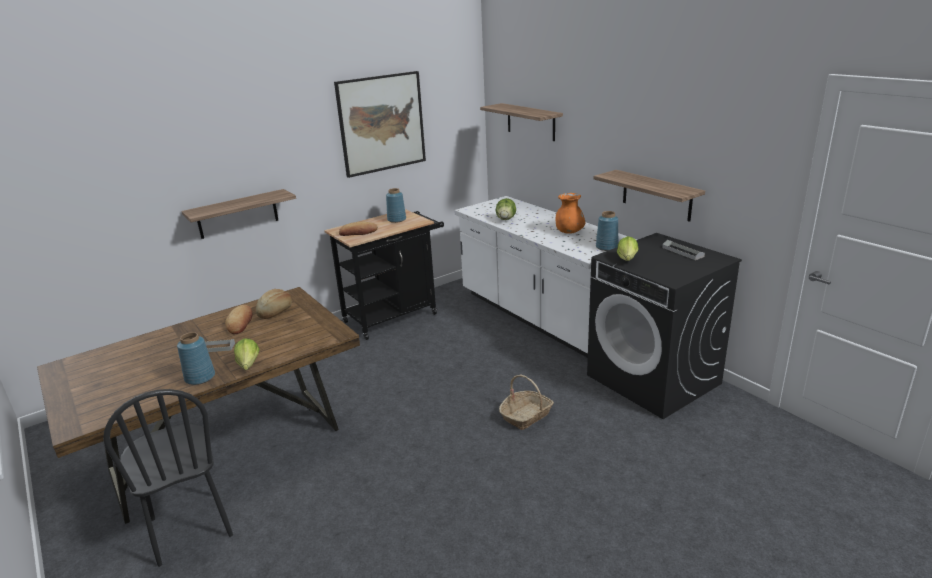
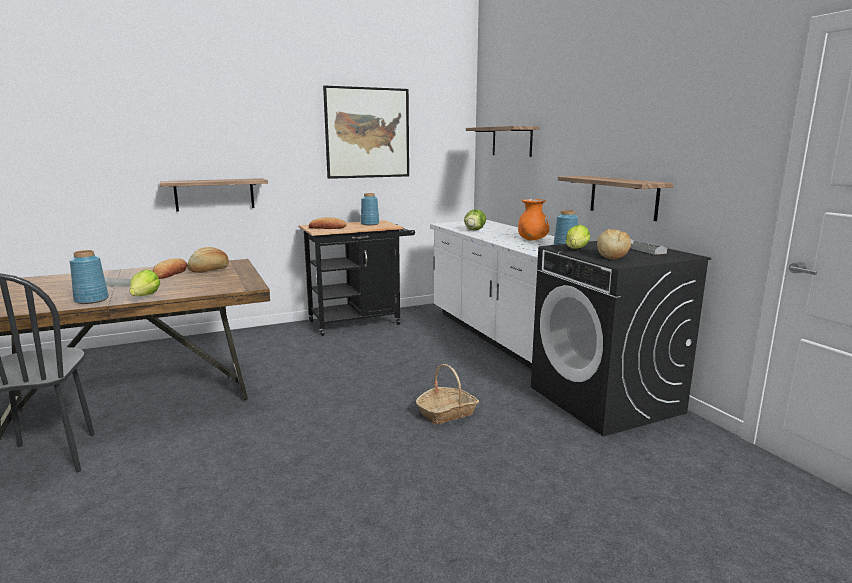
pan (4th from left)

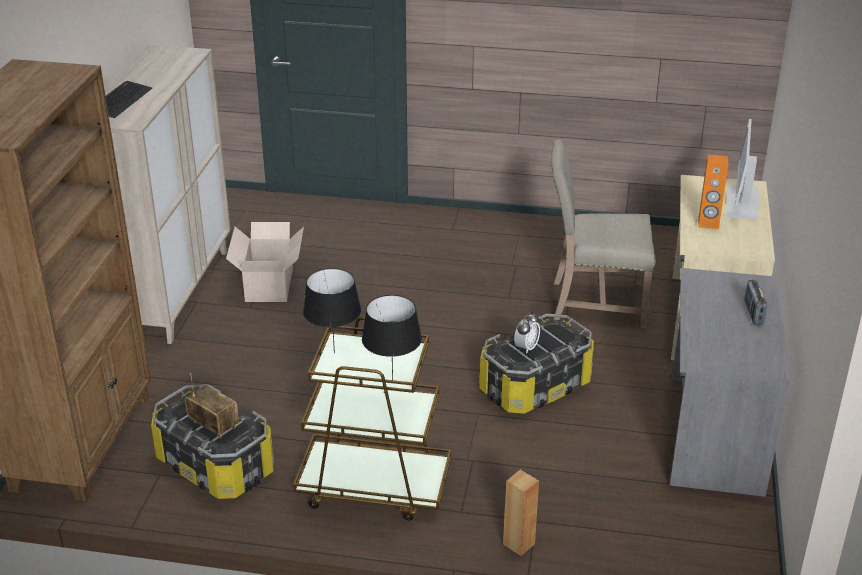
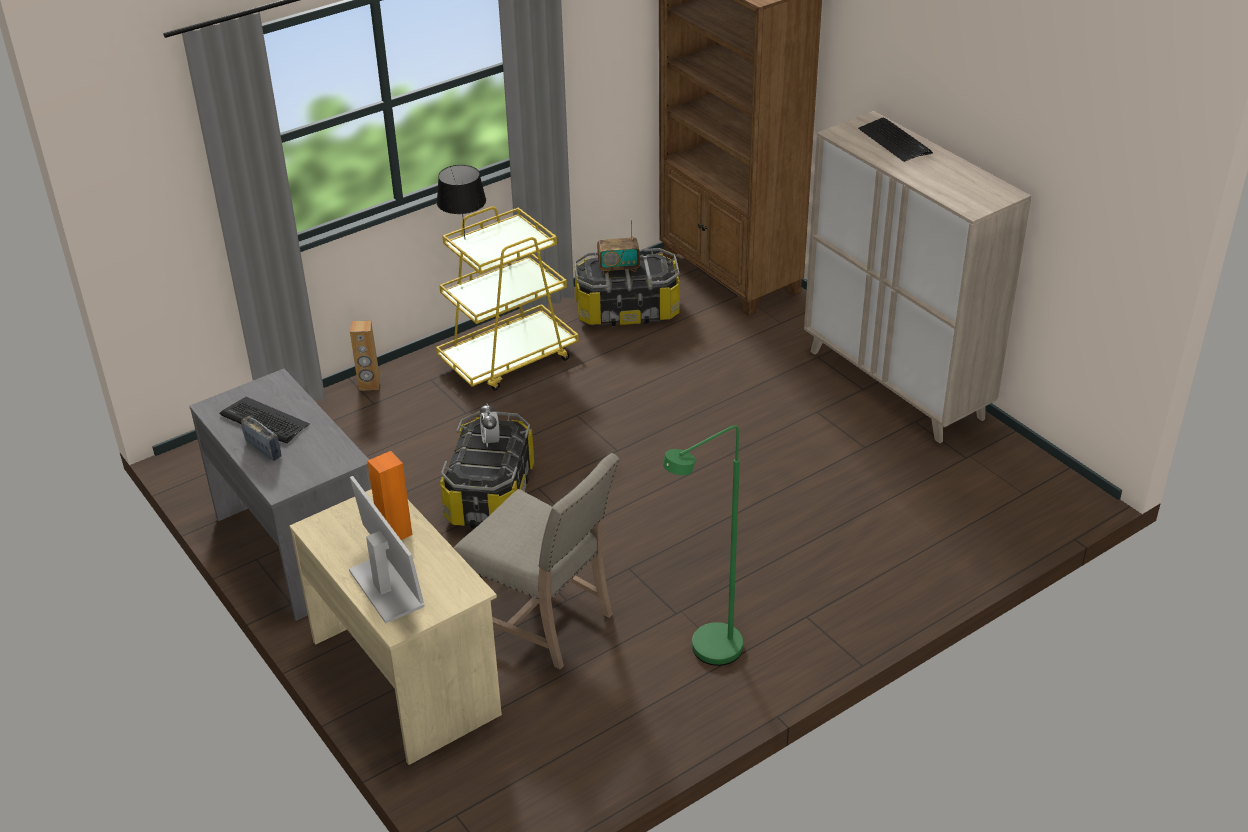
teclado (1st from left); carrito/amarillo; silla/beis; lámpara de pie/verde; caja de cartón; lámpara de mesa/negro (1st from left in the first image)

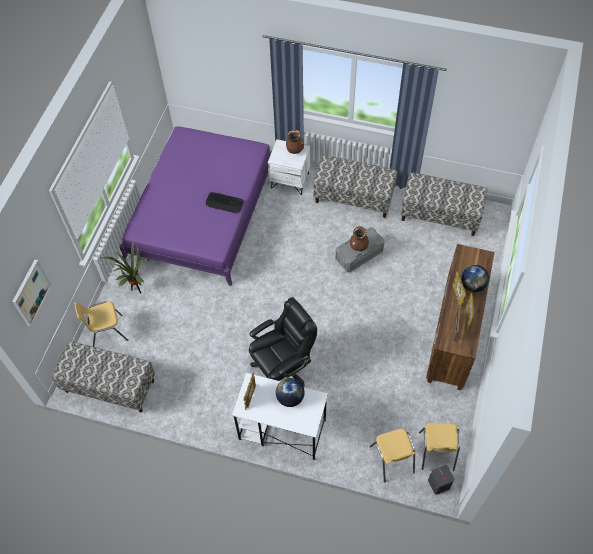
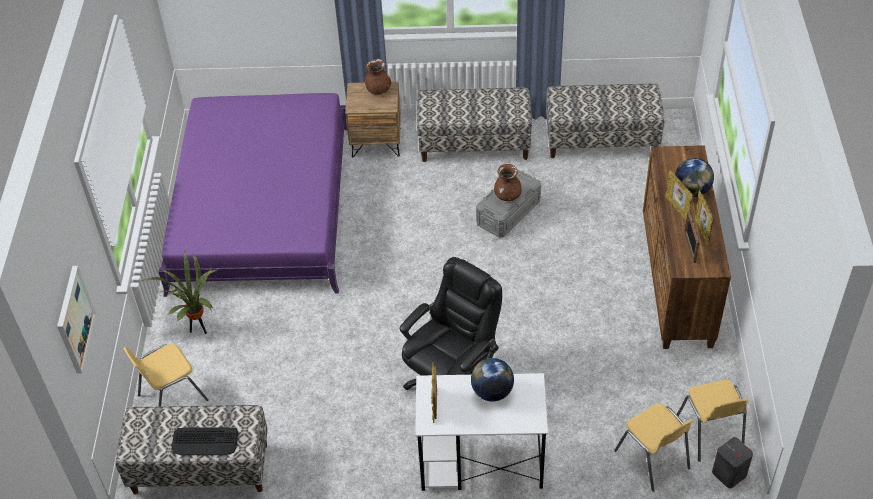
teclado; mesita de noche/marrón

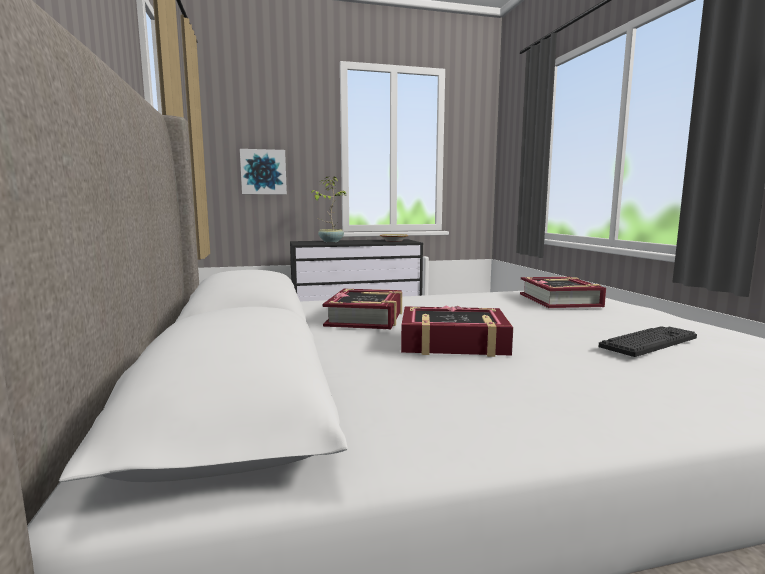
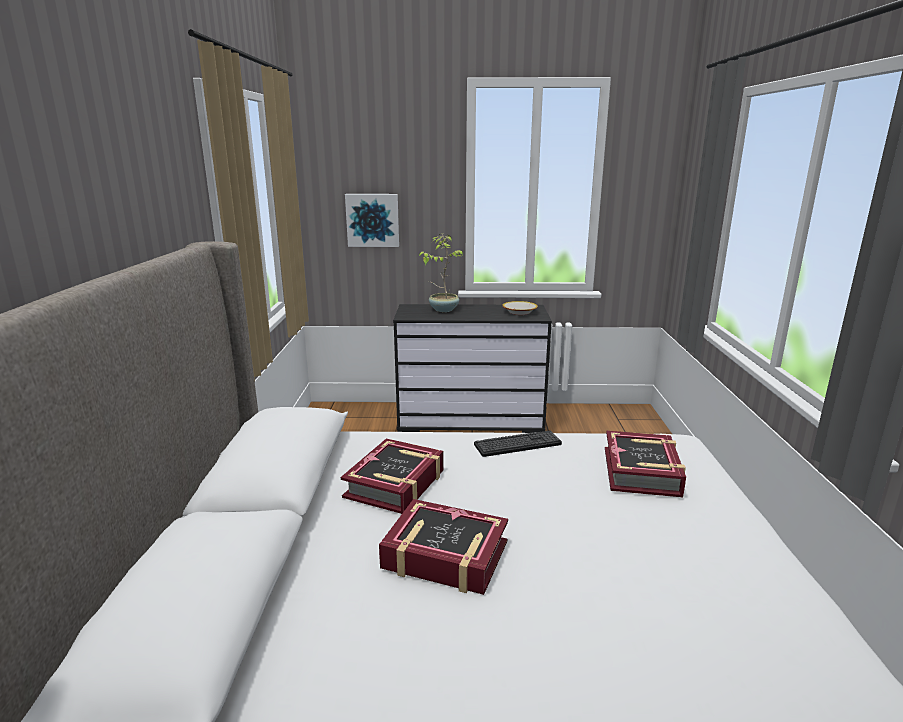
teclado

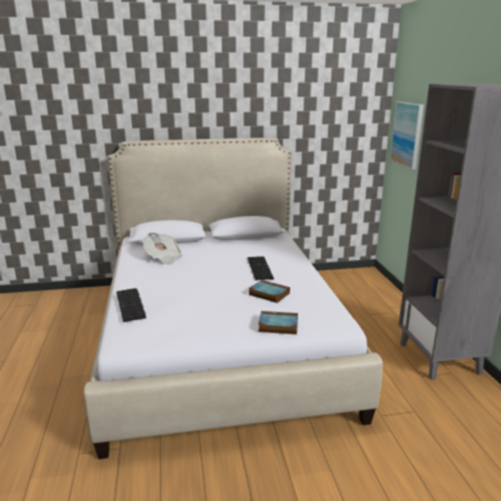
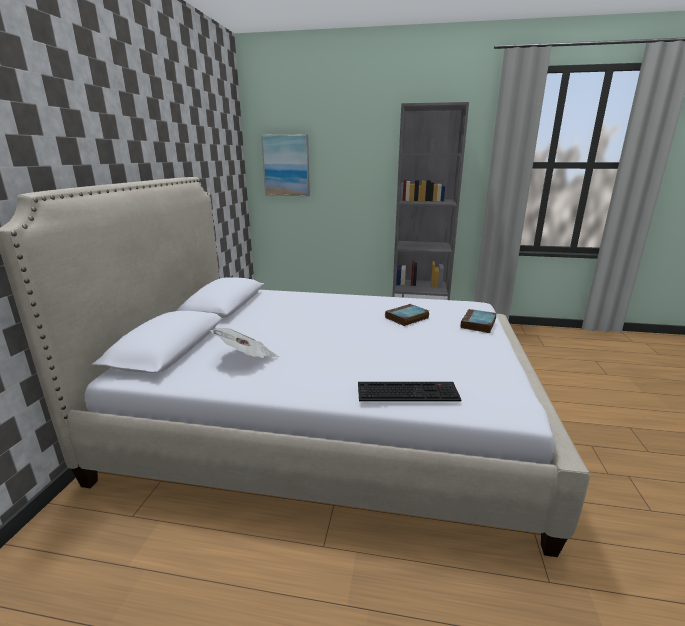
teclado (2nd from left in the first image)

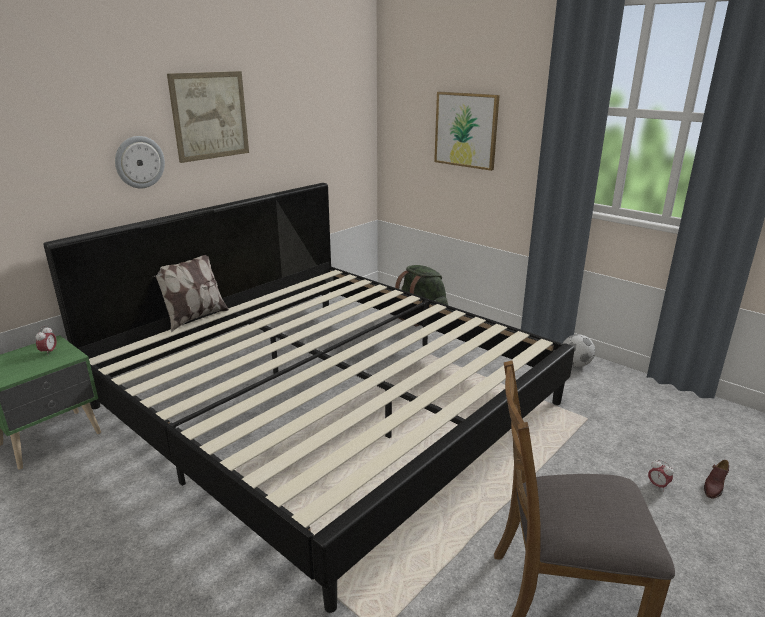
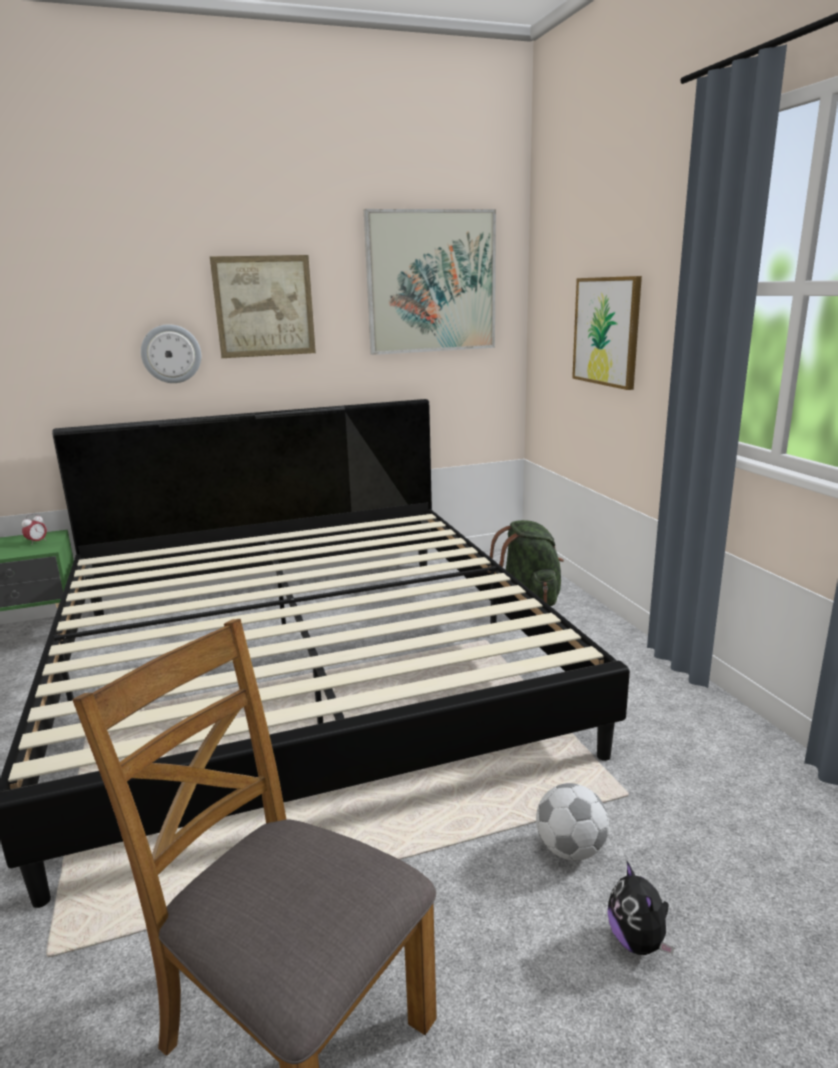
cuadro (2nd from left); balón de fútbol; peluche; cojín; zapato/marrón

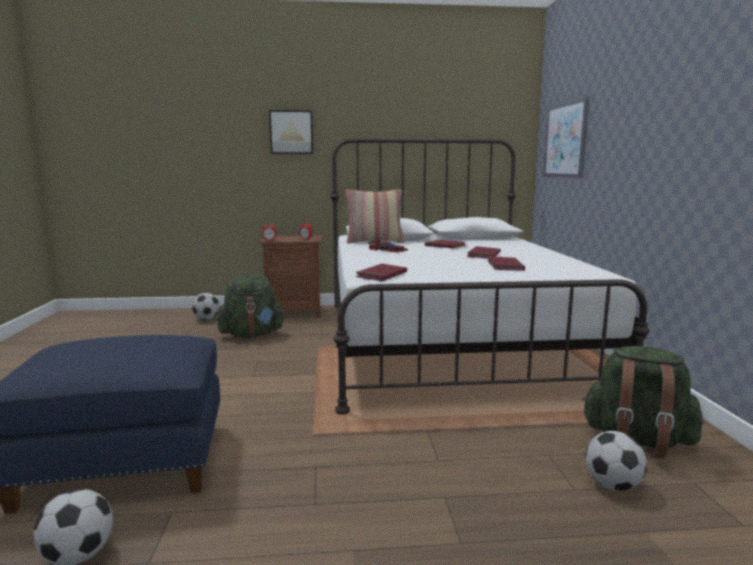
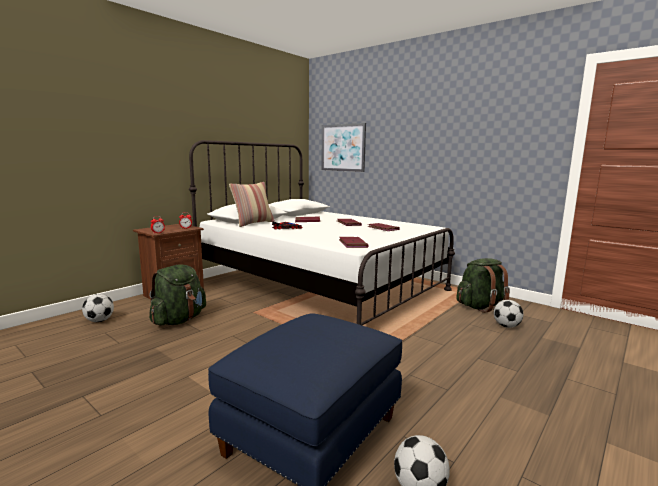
cuadro (1st from left in the first image)

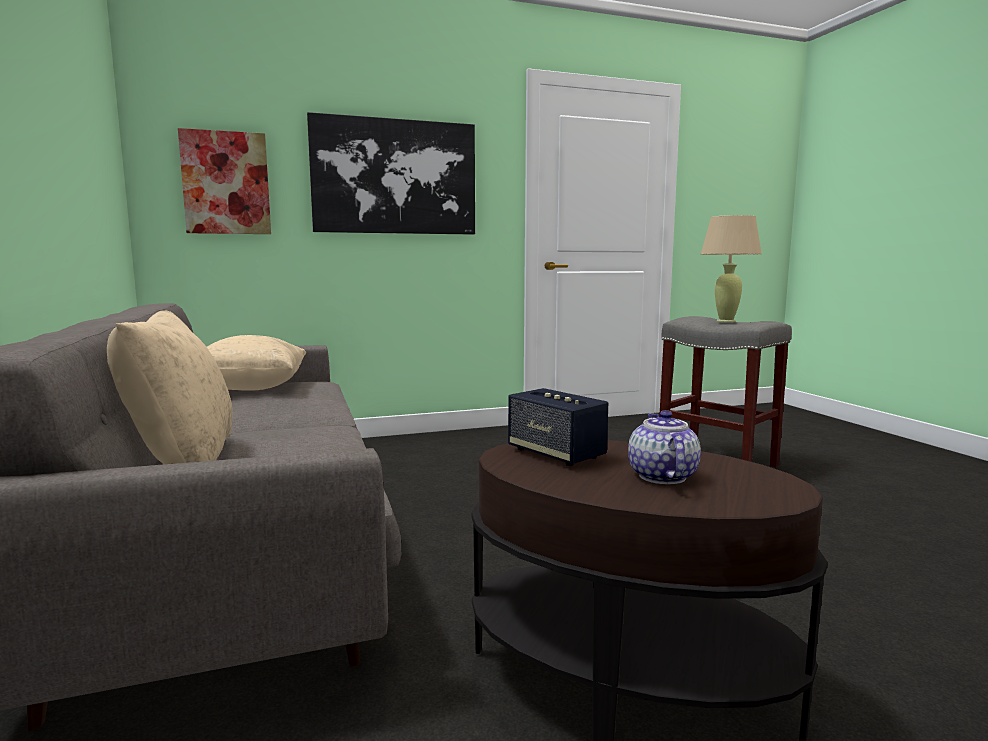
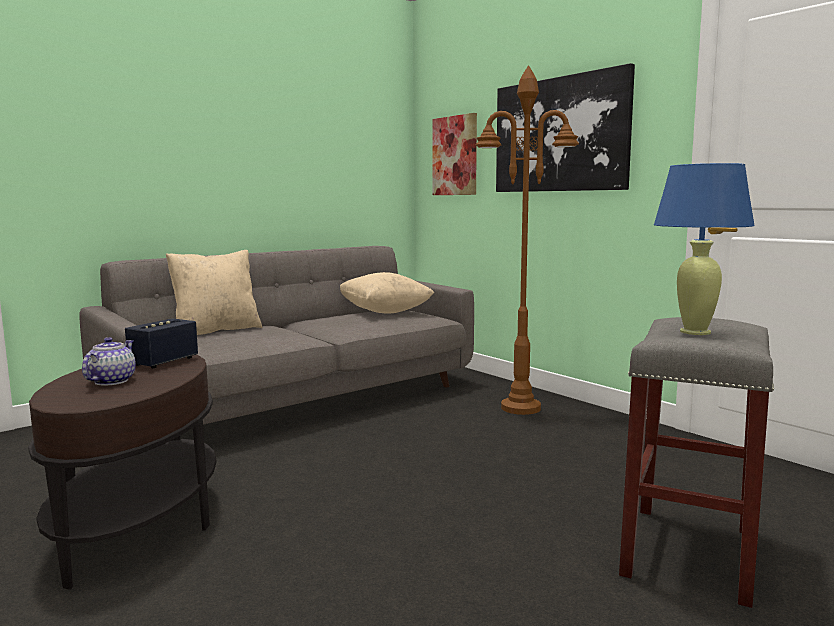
tetera; lámpara de pie/marrón; lámpara de mesa/azul

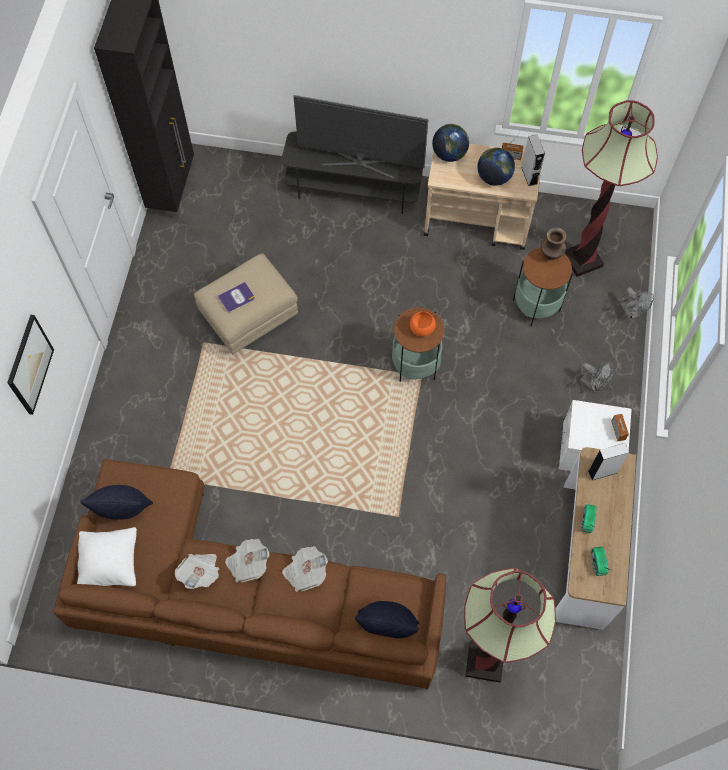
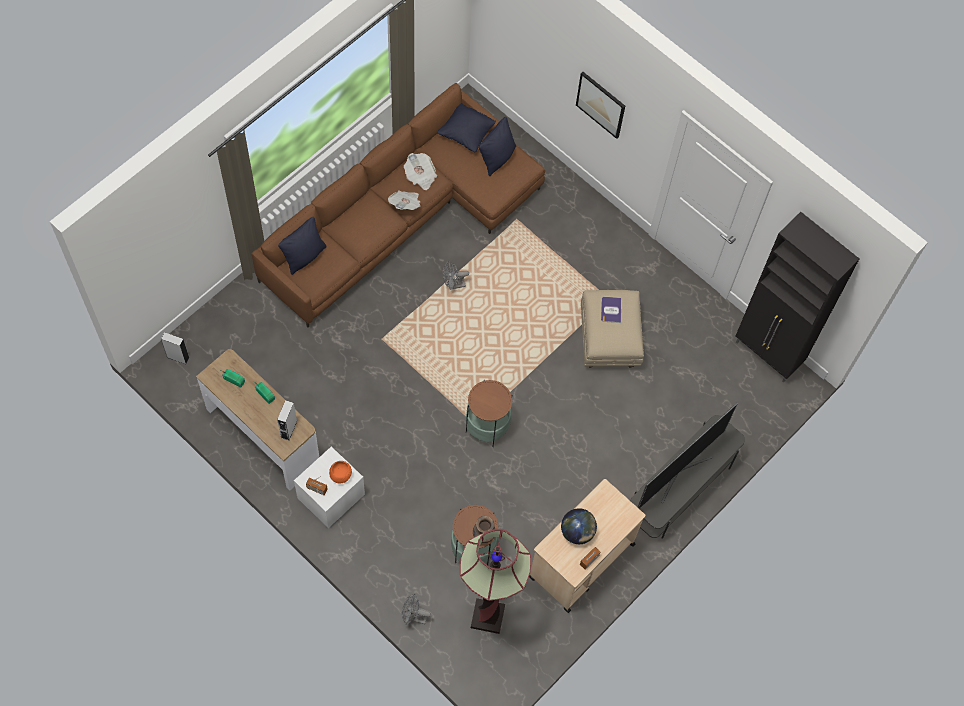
altavoz/gris (1st from left); cuenco/naranja; cojín/negro (2nd from left); ventilador/gris (2nd from left); periódico (3rd from left in the first image); globo terráqueo (1st from left in the first image); lámpara de pie (1st from left in the first image)

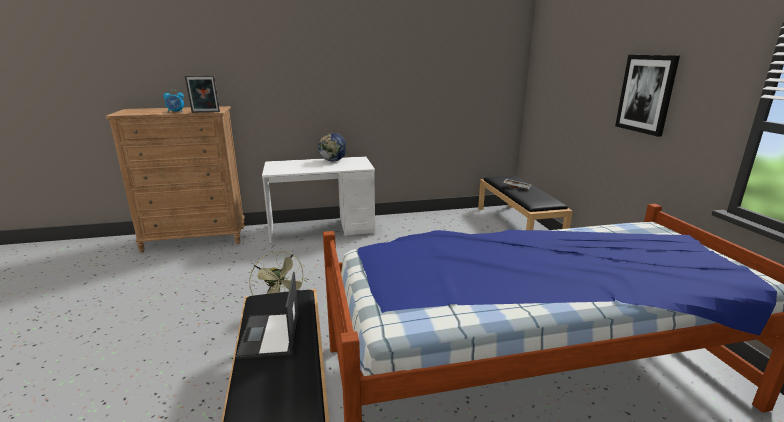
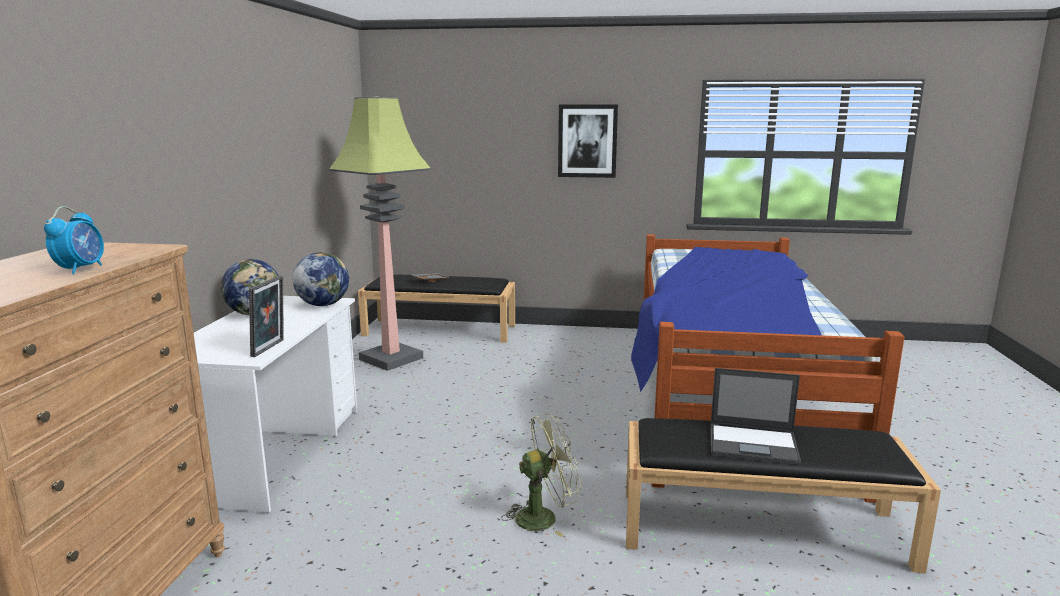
portarretratos; globo terráqueo (2nd from left); lámpara de pie

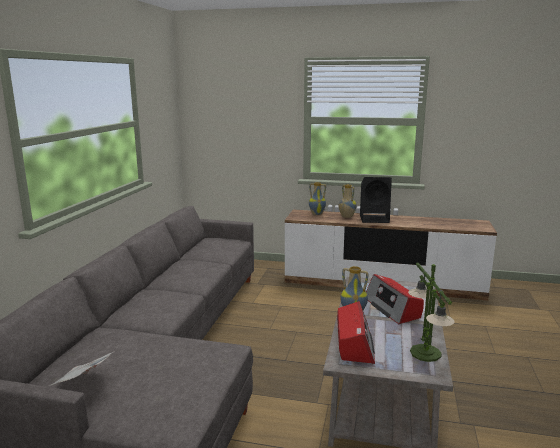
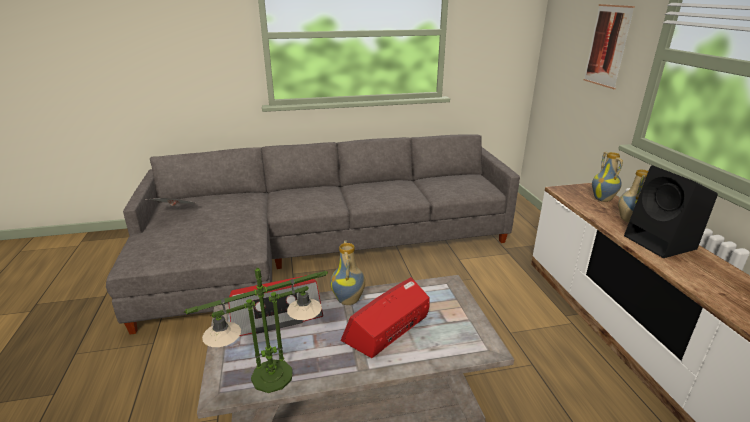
cuadro

